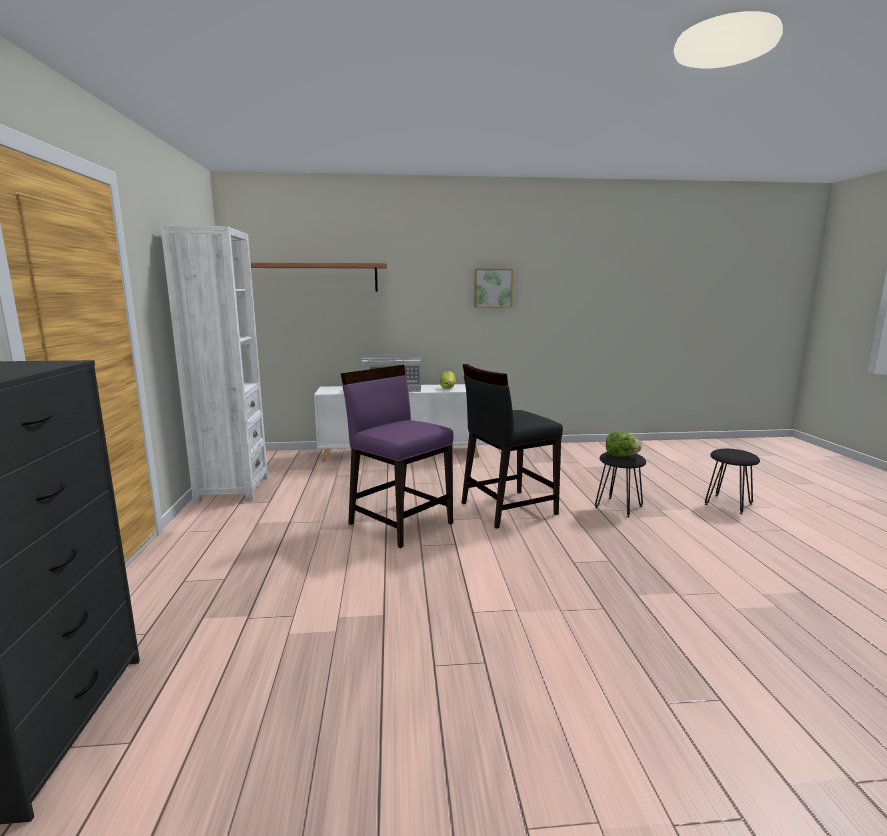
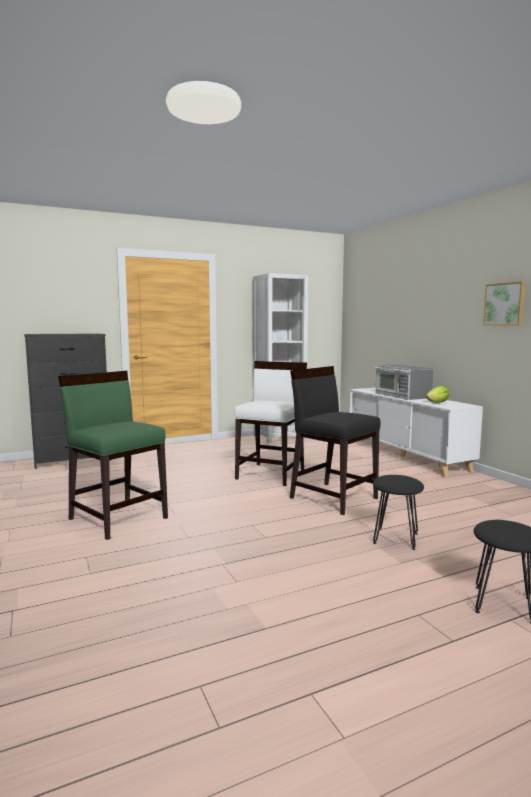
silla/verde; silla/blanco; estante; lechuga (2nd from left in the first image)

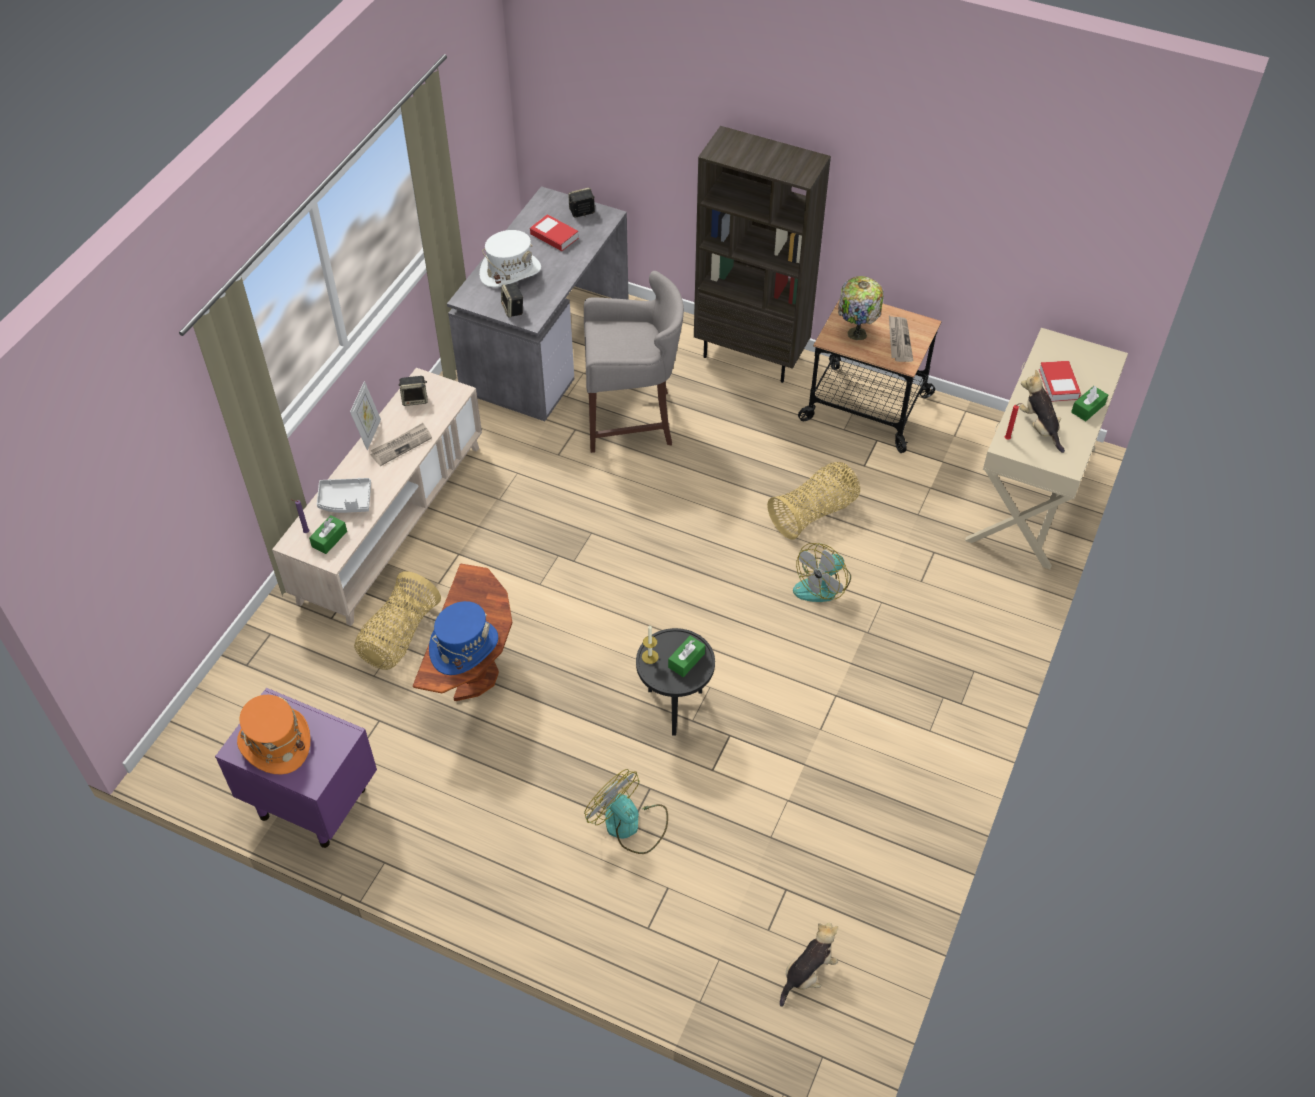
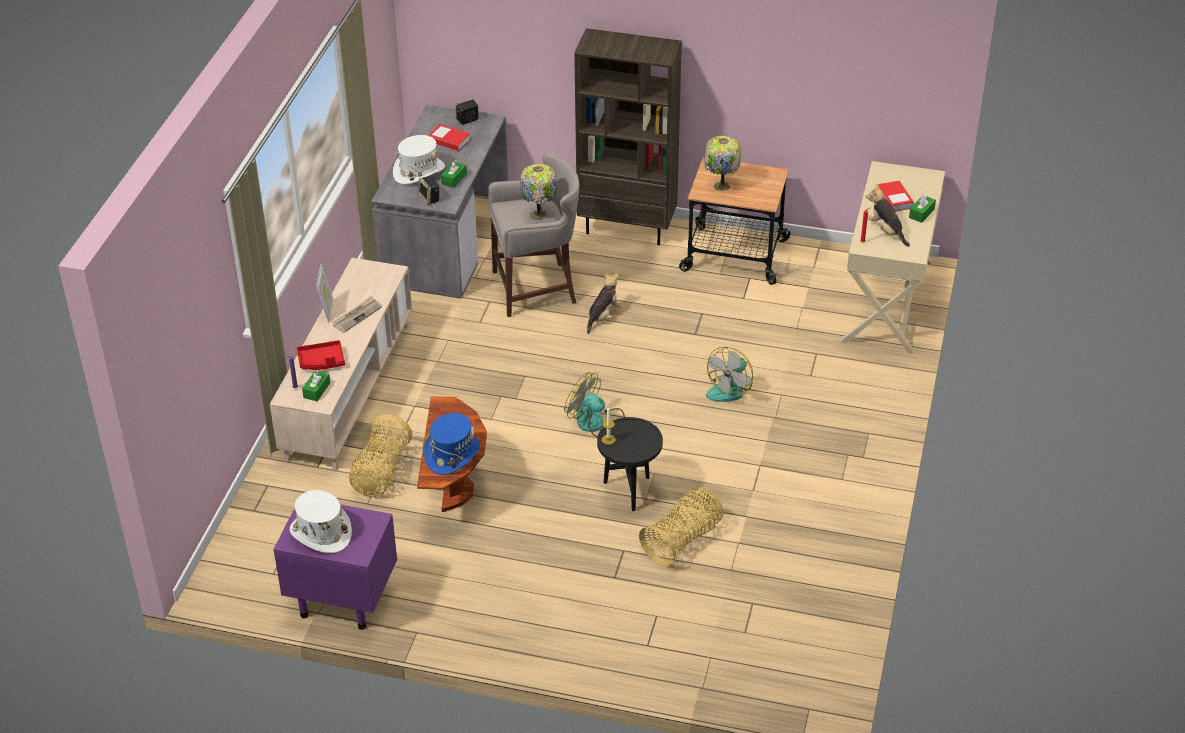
sombrero/blanco (1st from left); bandeja/rojo; caja de pañuelos/verde (2nd from left); lámpara de mesa (1st from left); ventilador (1st from left); peluche (1st from left); cesta (2nd from left); altavoz (1st from left in the first image); periódico (2nd from left in the first image)

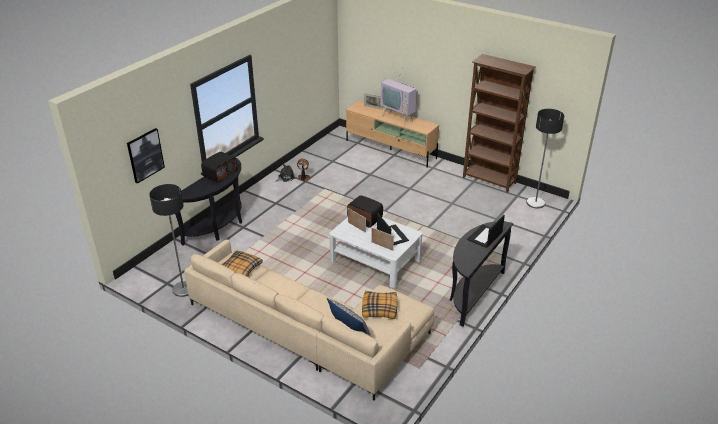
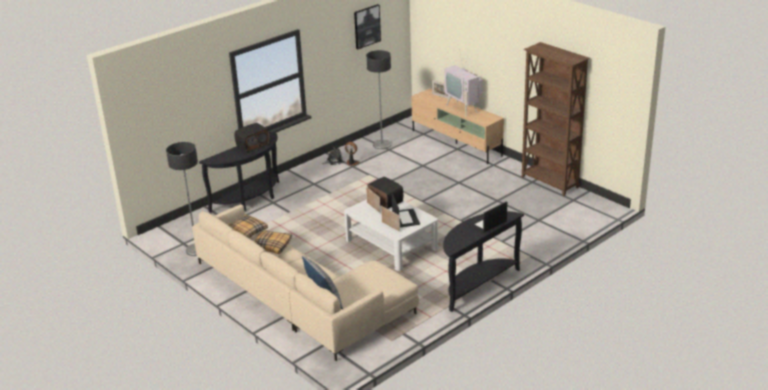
cojín (2nd from left); cuadro; lámpara de pie (2nd from left)

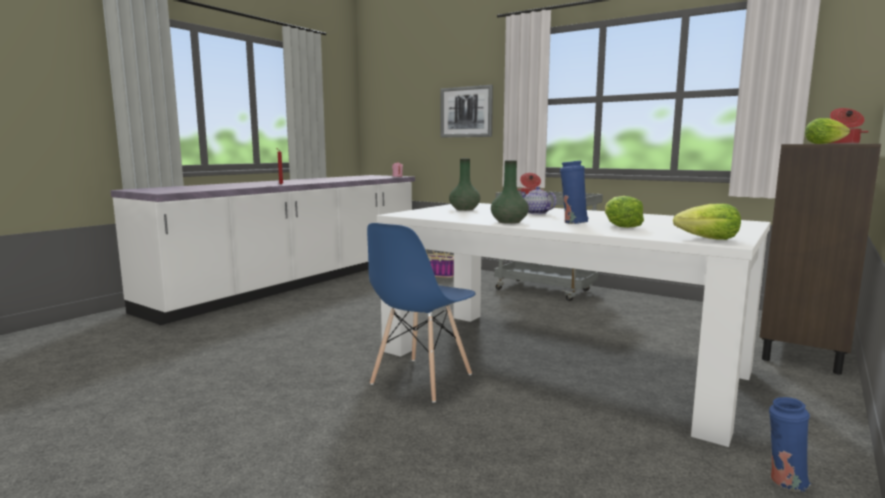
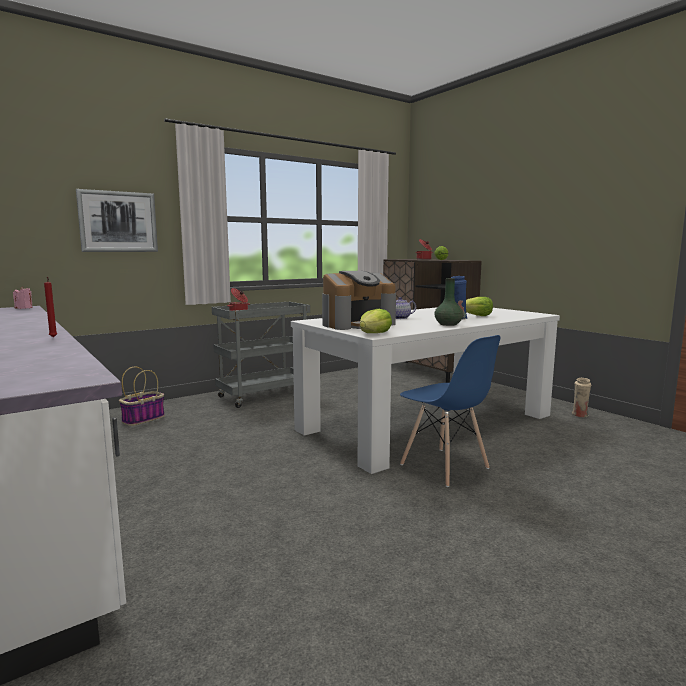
cafetera; lechuga (1st from left); florero/beis

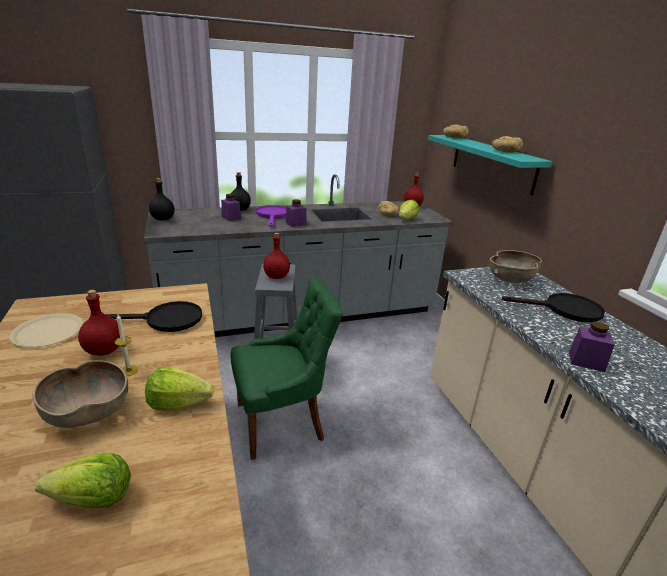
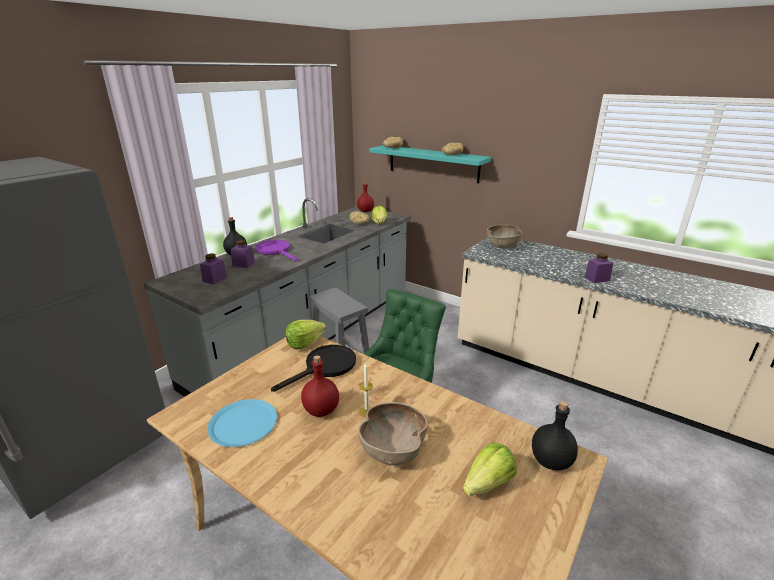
tarro/morado (1st from left); plato/azul; lechuga (1st from left); botella/negro (2nd from left); botella/rojo (2nd from left in the first image); sartén/negro (2nd from left in the first image)

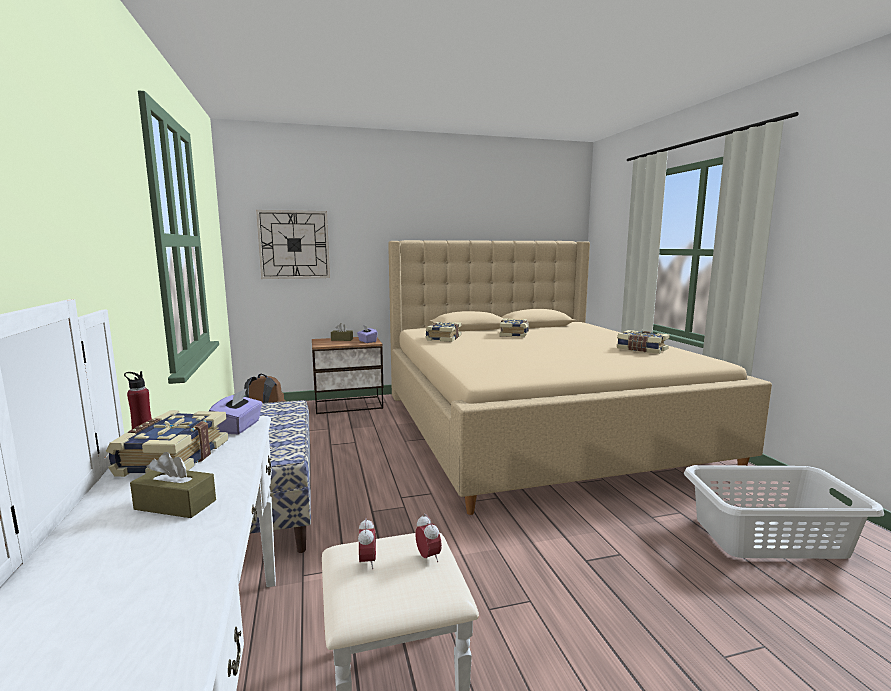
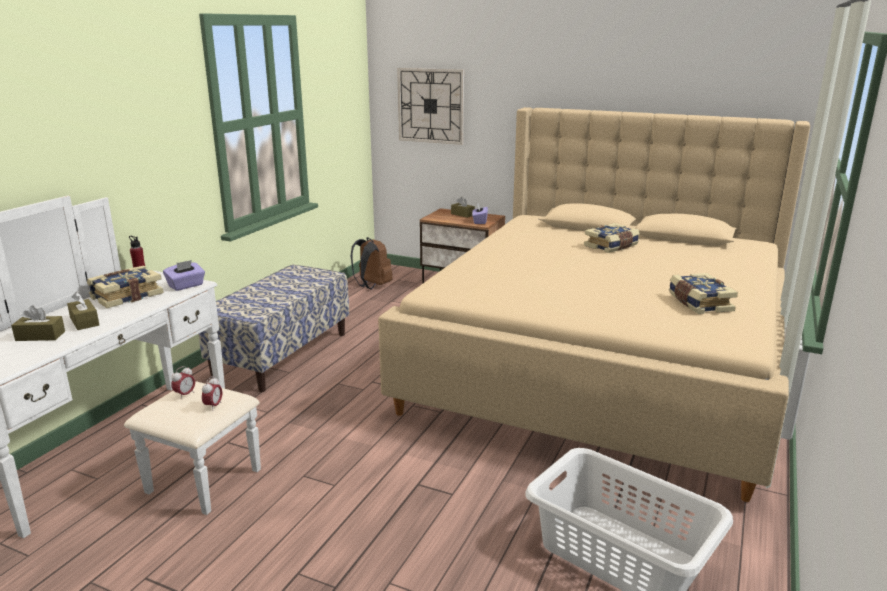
caja de pañuelos/marrón (1st from left); libro (2nd from left in the first image)

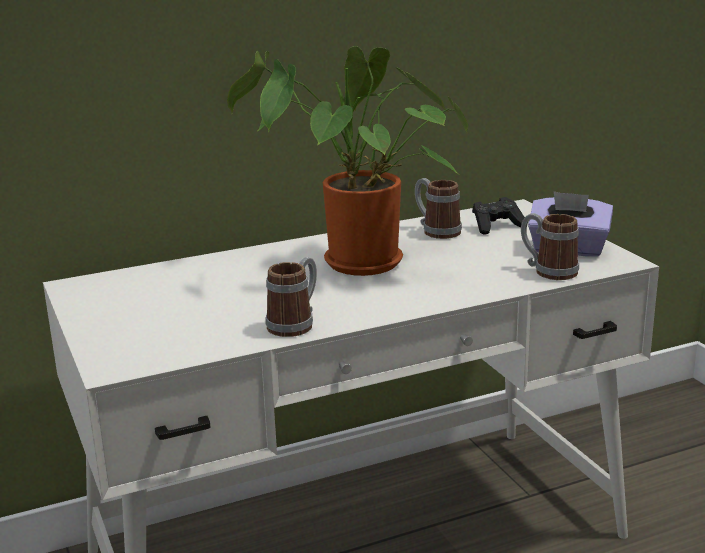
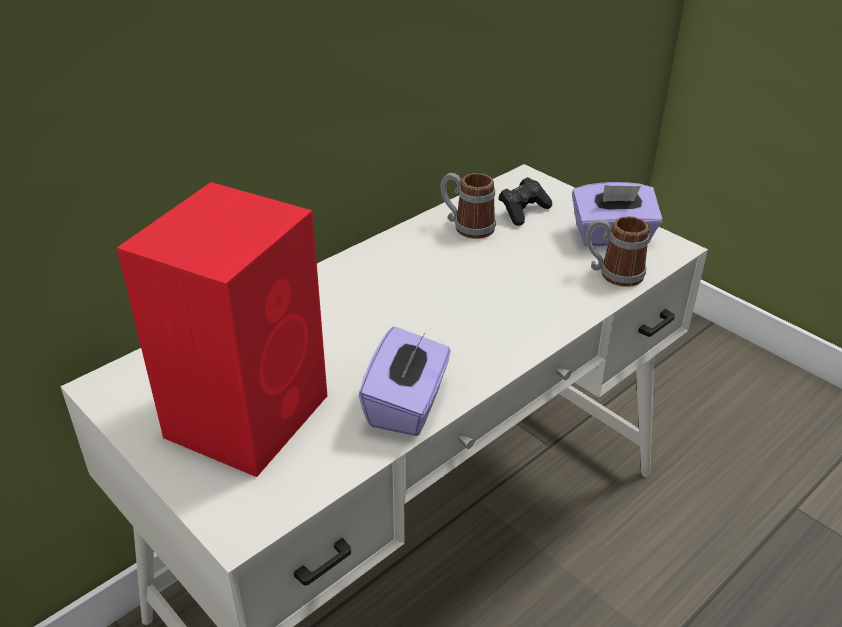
altavoz/rojo; caja de pañuelos/morado (1st from left); planta en maceta

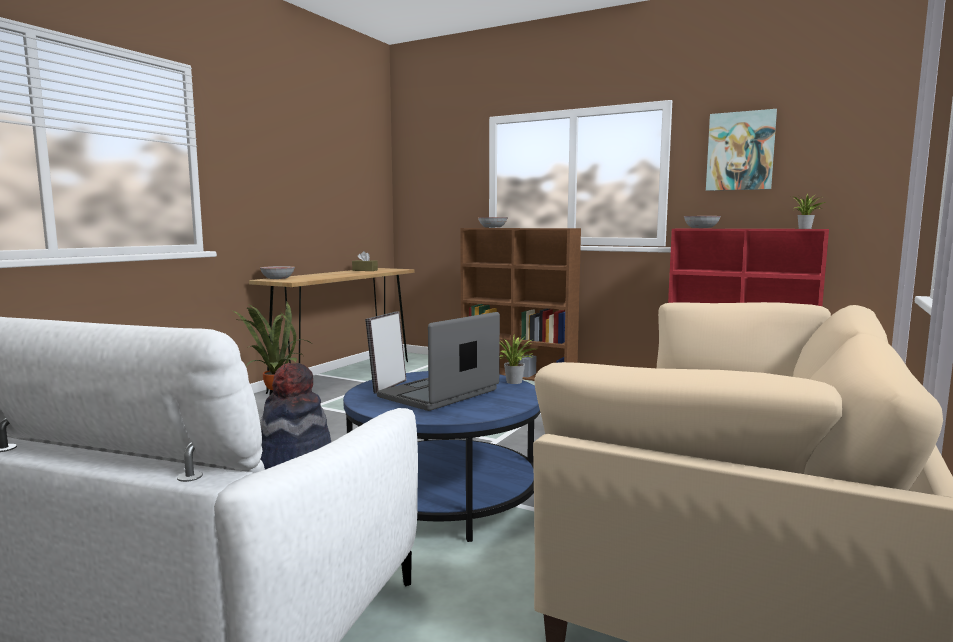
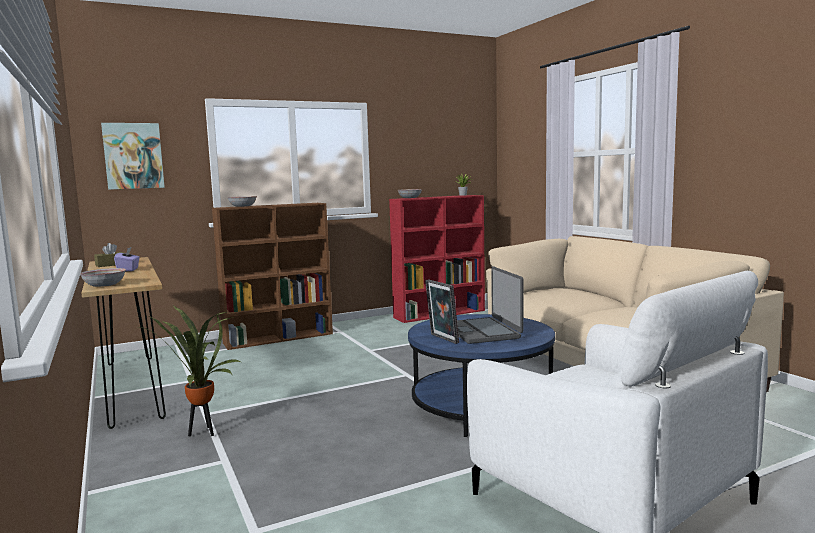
cuadro; caja de pañuelos/morado; sombrero; planta en maceta (2nd from left in the first image)

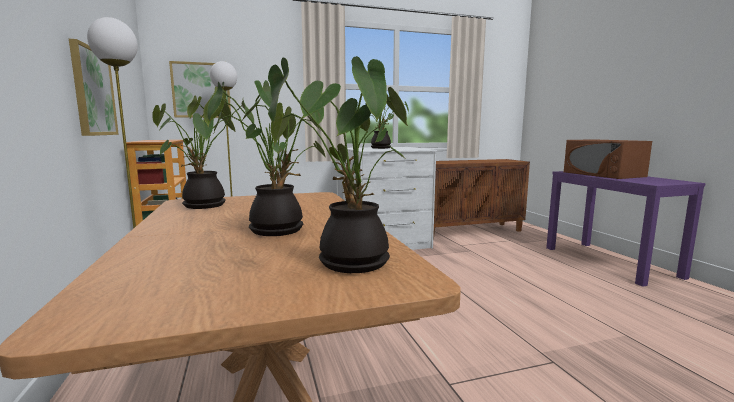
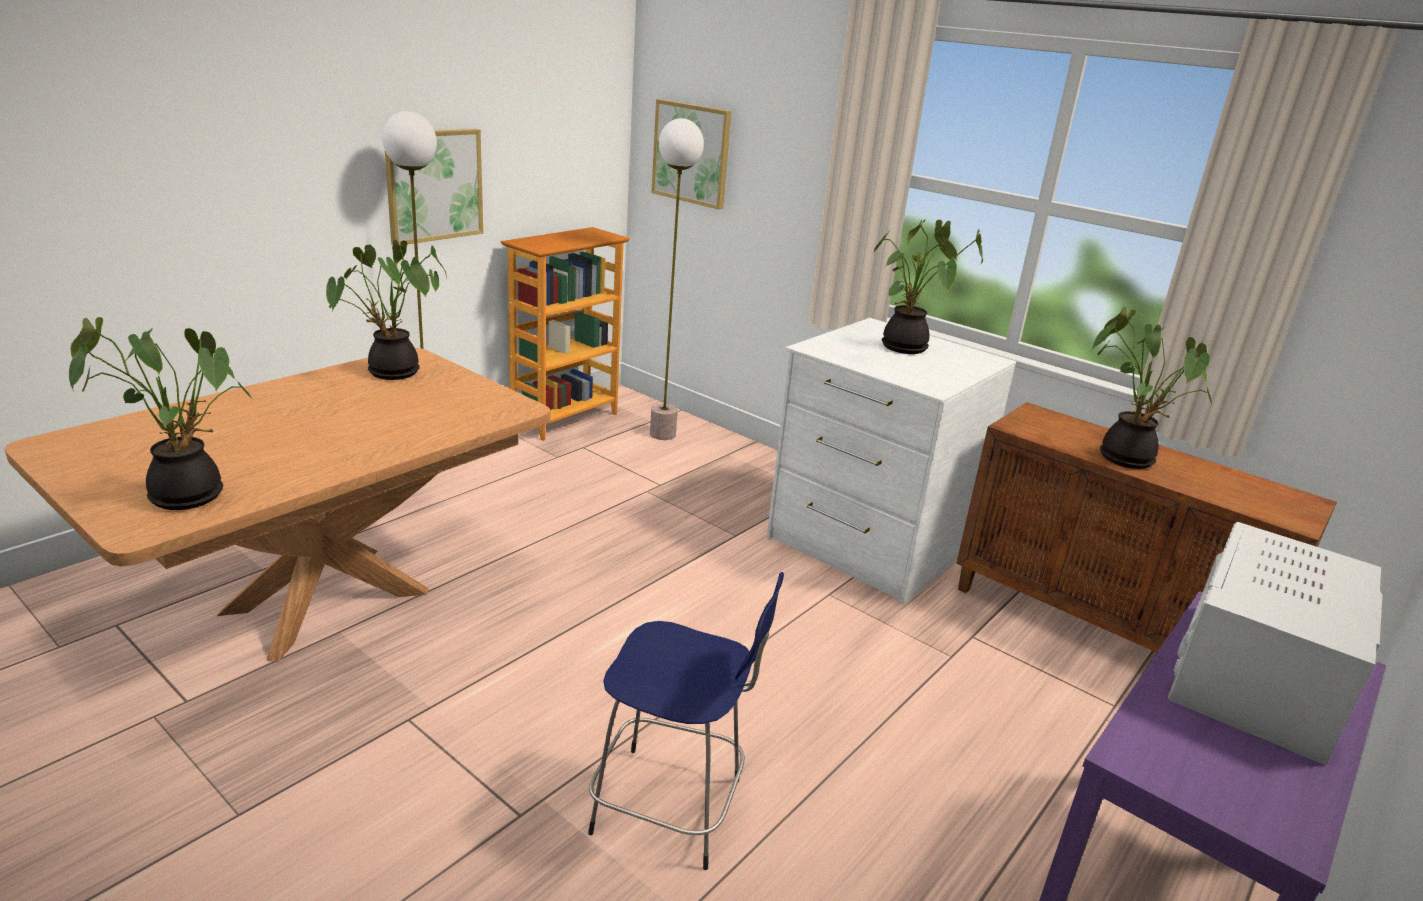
taburete/azul; planta en maceta (4th from left); microondas/blanco

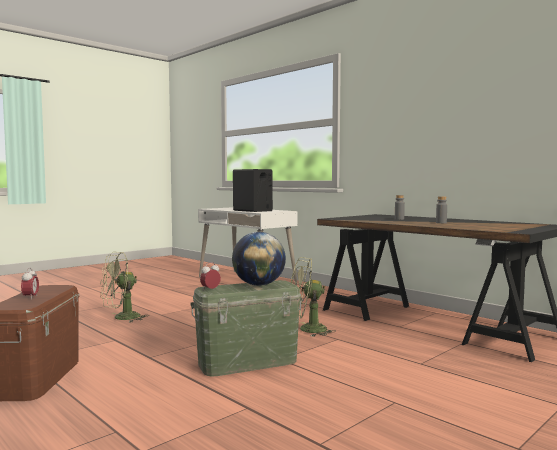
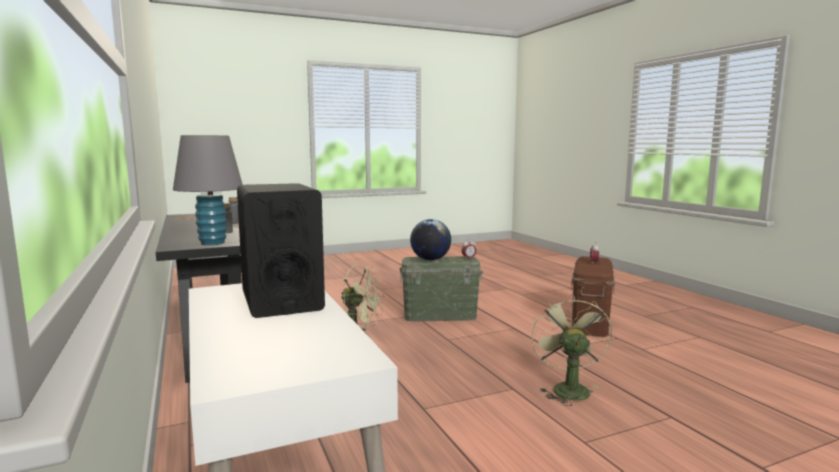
lámpara de mesa/gris; ventilador/verde (2nd from left)

